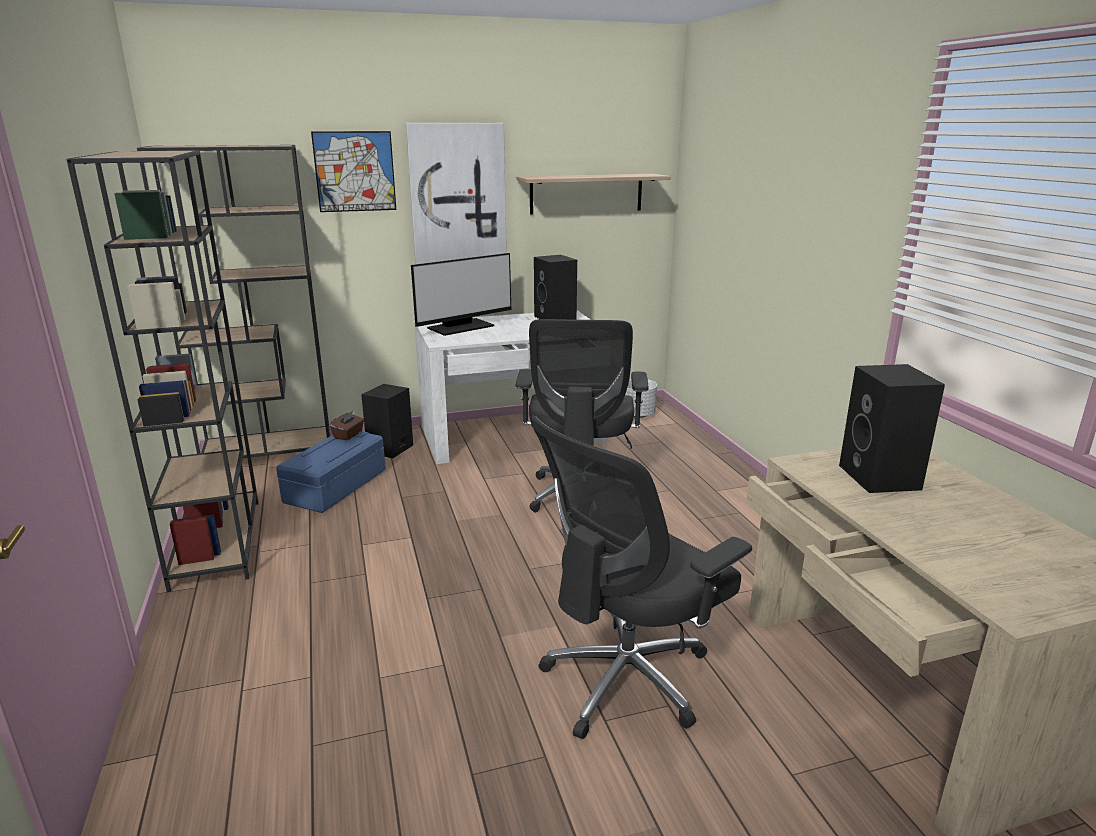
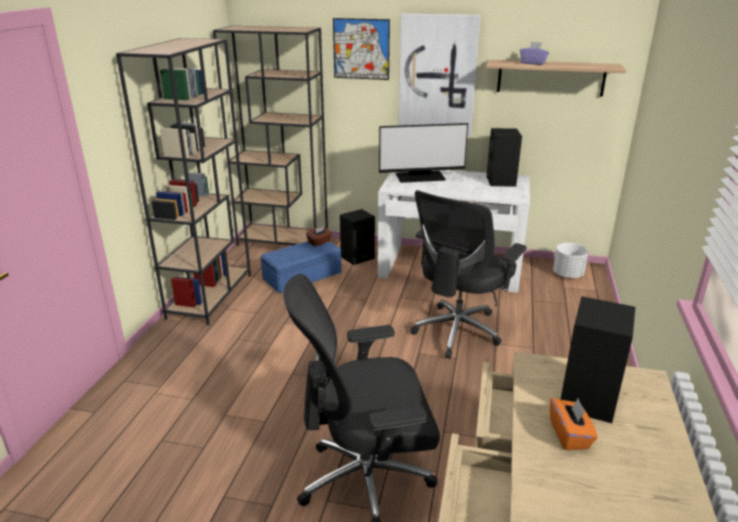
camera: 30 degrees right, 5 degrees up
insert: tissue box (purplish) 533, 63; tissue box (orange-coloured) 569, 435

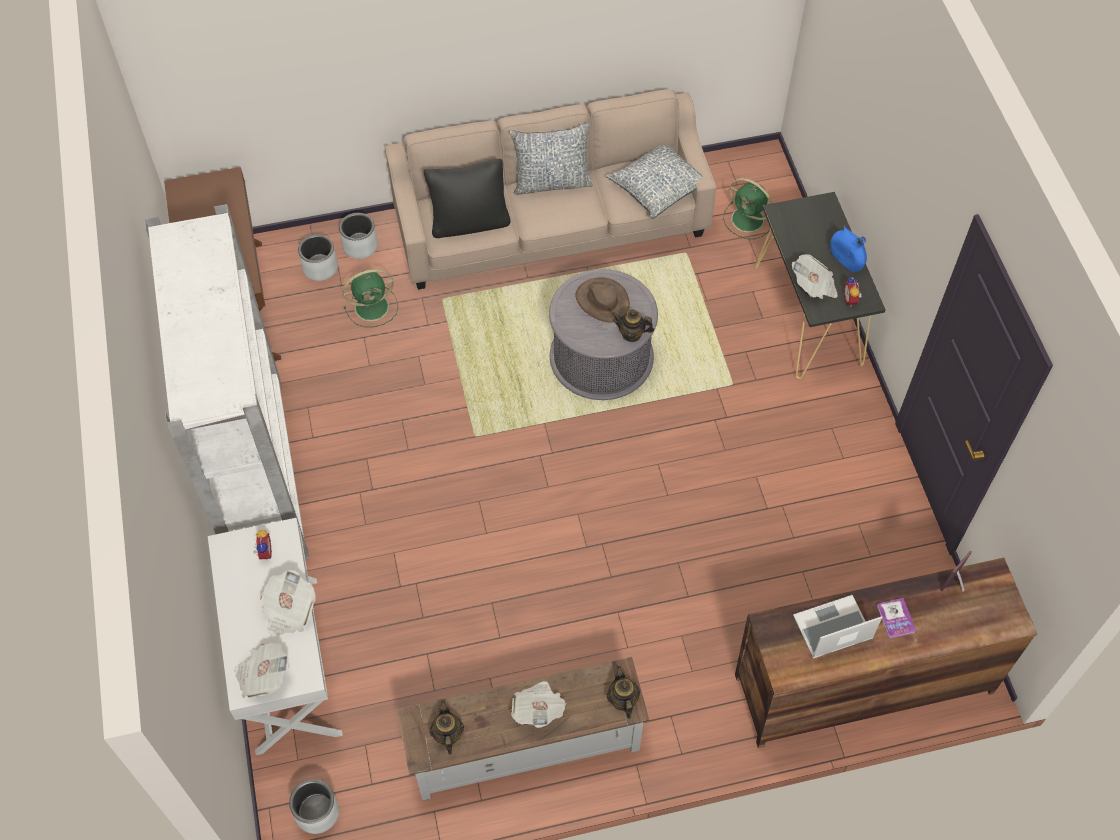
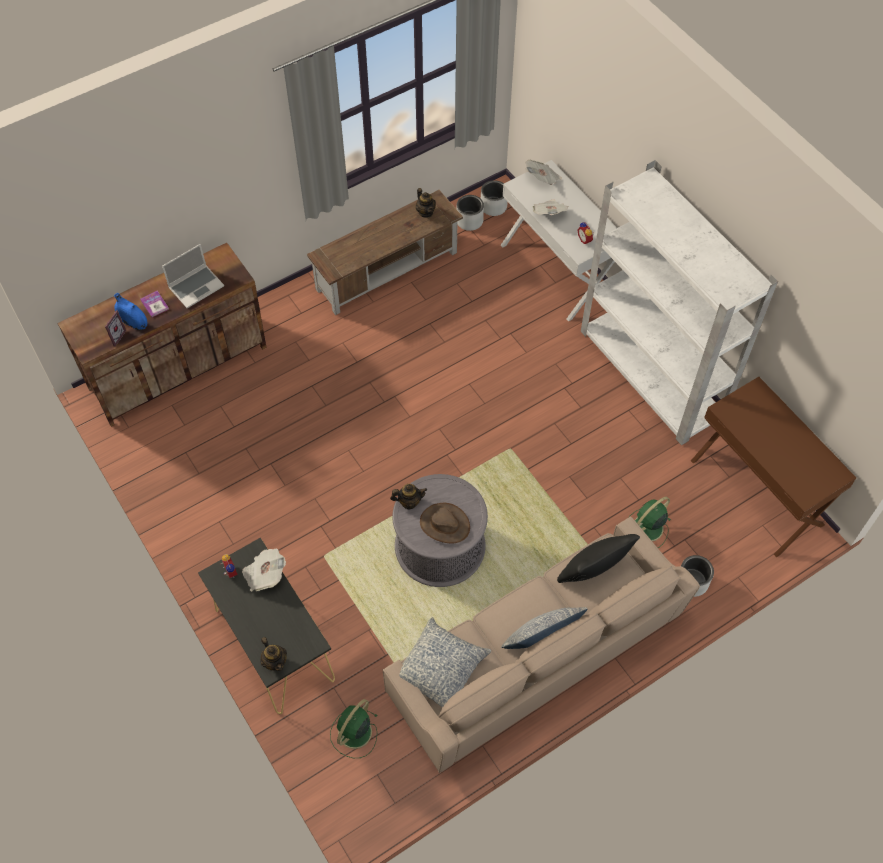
camera: 160 degrees right, 0 degrees up
delete: printed paper 538, 709
move: flower vase (blue-coloured) 845, 259 to 133, 322; pot for tea 622, 700 to 275, 661; plant pot (gray) 320, 267 to 469, 221
rotate: electric fan (green-coloured) 749, 220 = 354, 733 75 degrees counterclockwise

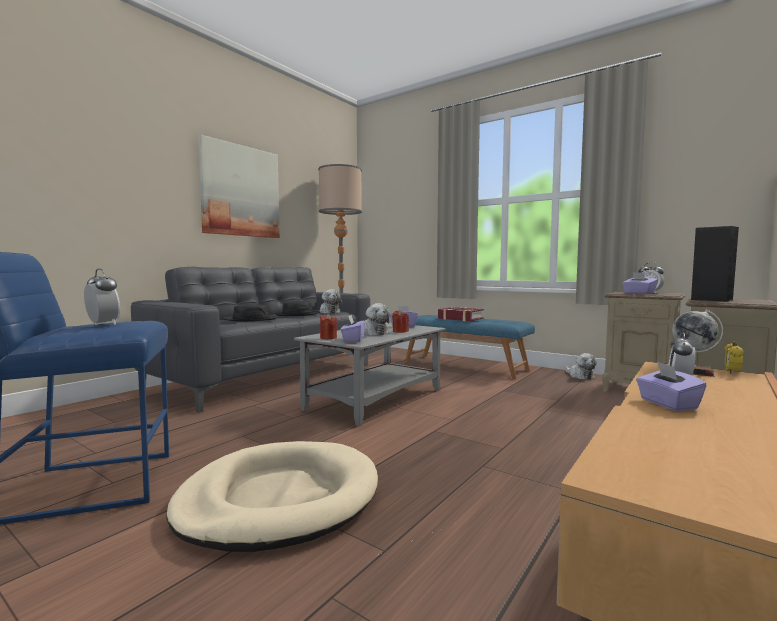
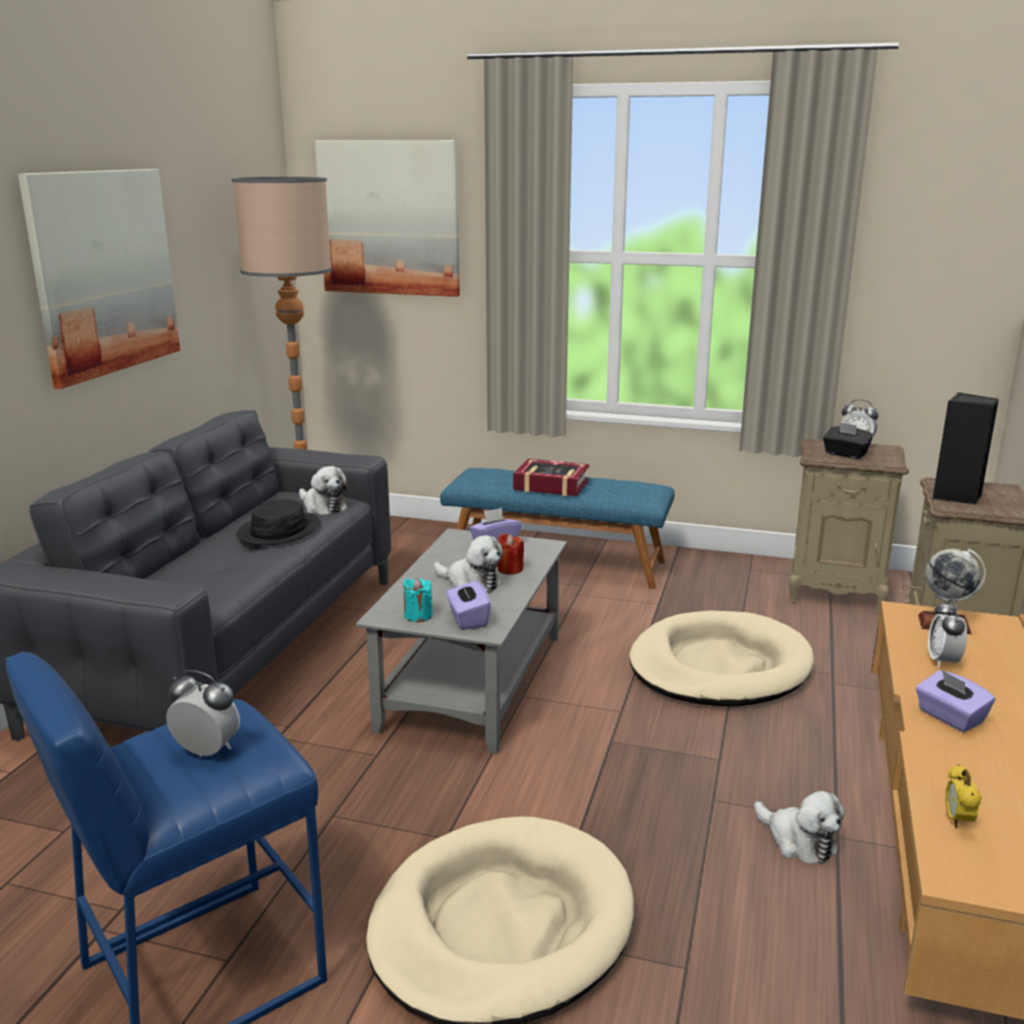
camera: 20 degrees left, 15 degrees up
delete: hat (black-coloured) 251, 319
insert: wall picture 389, 218; pet bed (beige-coloured) 719, 666
move: plush toy 580, 376 to 798, 841; alarm clock 732, 372 to 957, 821
recolor: wax candle (reddish) 328, 338 to wax candle (blue-green) 418, 615; tissue box (purplish) 638, 293 to tissue box (black-coloured) 845, 454

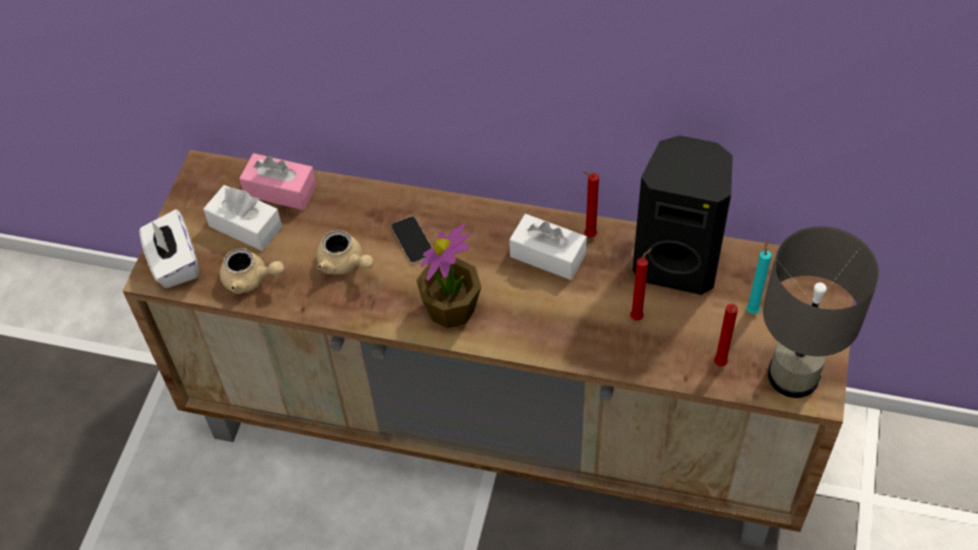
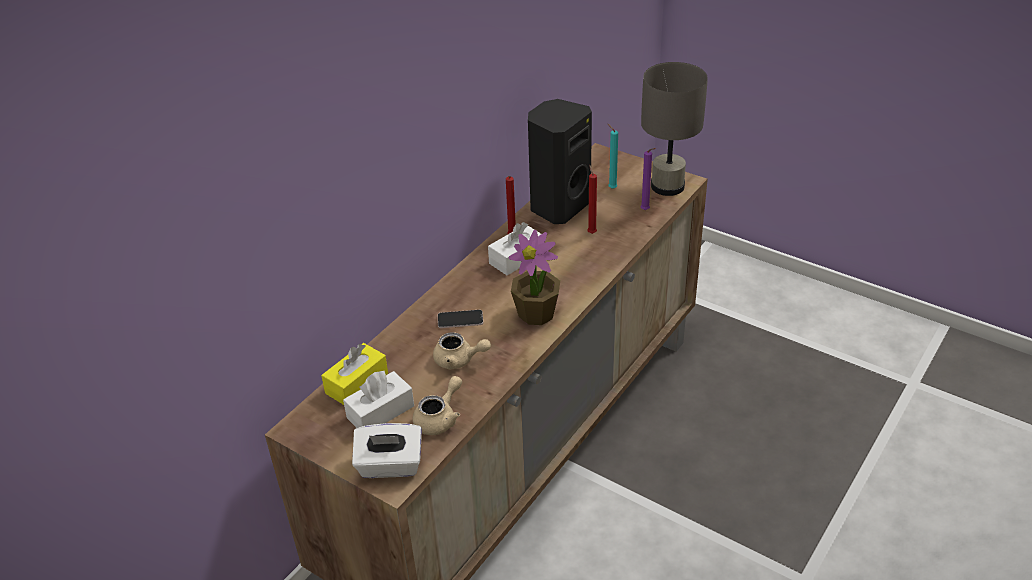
camera: 70 degrees left, 15 degrees down
recolor: tissue box (pink-coloured) 280, 190 to tissue box (yellow-coloured) 357, 383; wax candle (reddish) 719, 365 to wax candle (purplish) 646, 210
rotate: pot for tea (beige-coloured) 345, 264 = 459, 360 45 degrees clockwise

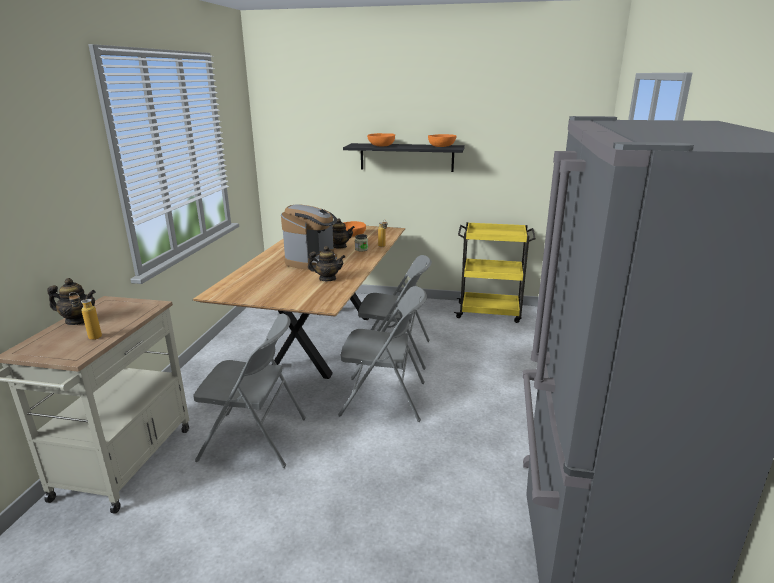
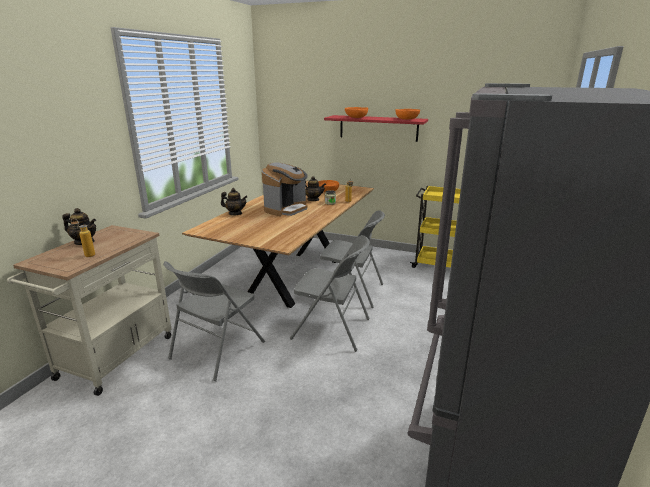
camera: 10 degrees right, 0 degrees up
move: pot for tea 327, 279 to 235, 214
recolor: shelf (black-coloured) 406, 157 to shelf (reddish) 378, 128
rotate: chair (gray) 253, 439 = 217, 350 105 degrees clockwise

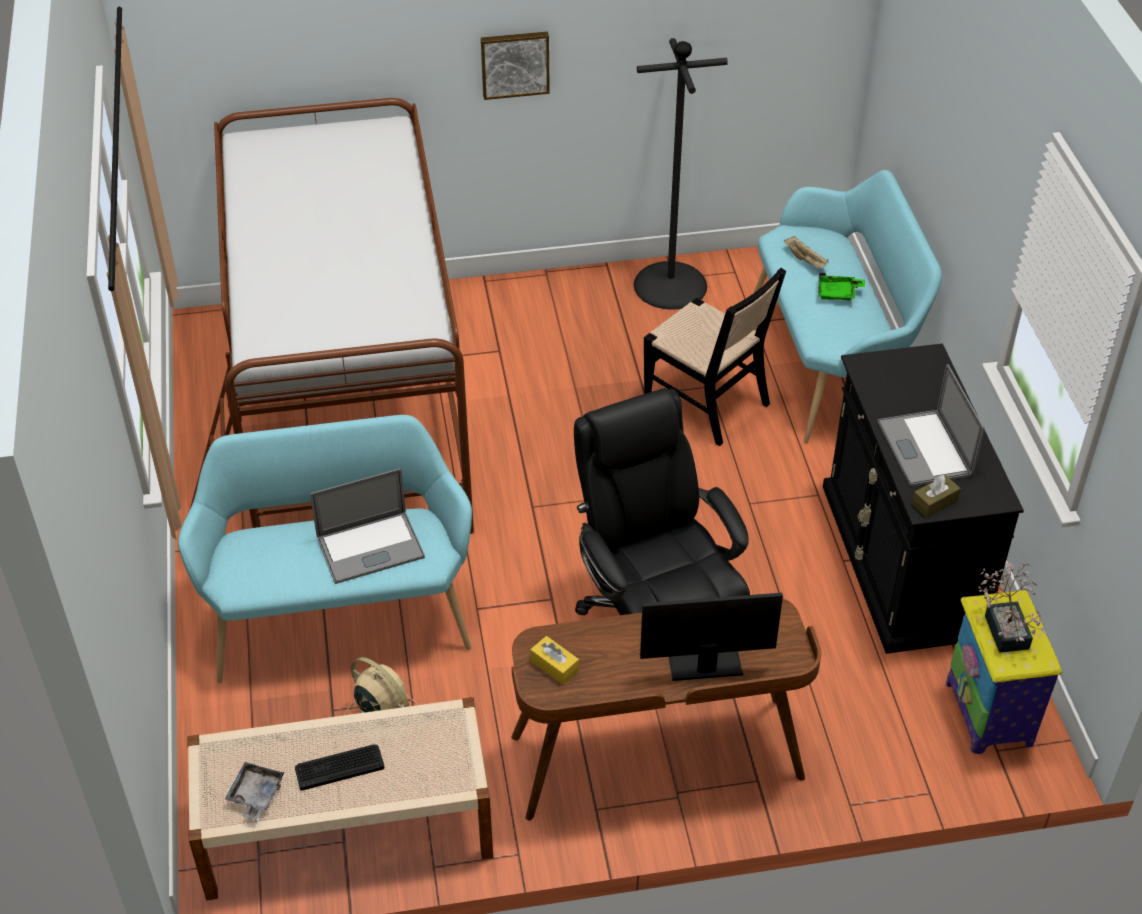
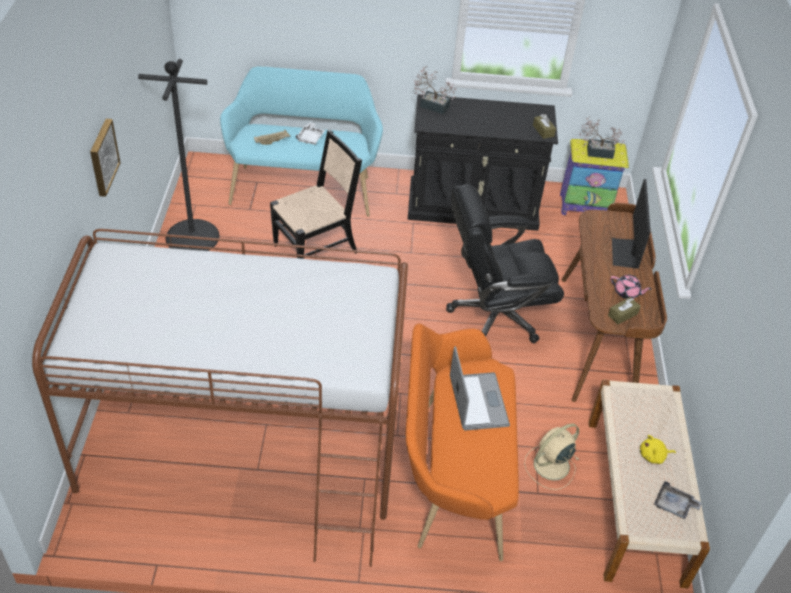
camera: 80 degrees left, 0 degrees up
delete: portable computer 924, 448
insert: potted plant 431, 105; pot for tea (pink-coloured) 627, 293
replace: keyboard 339, 767 to plush toy (yellow-coloured) 653, 456
recolor: serving tray (green-coloured) 838, 293 to serving tray (white-coloured) 310, 138; indoor bench (blue-green) 340, 615 to indoor bench (orange-coloured) 452, 476; tissue box (yellow-coloured) 554, 666 to tissue box (brown) 622, 314

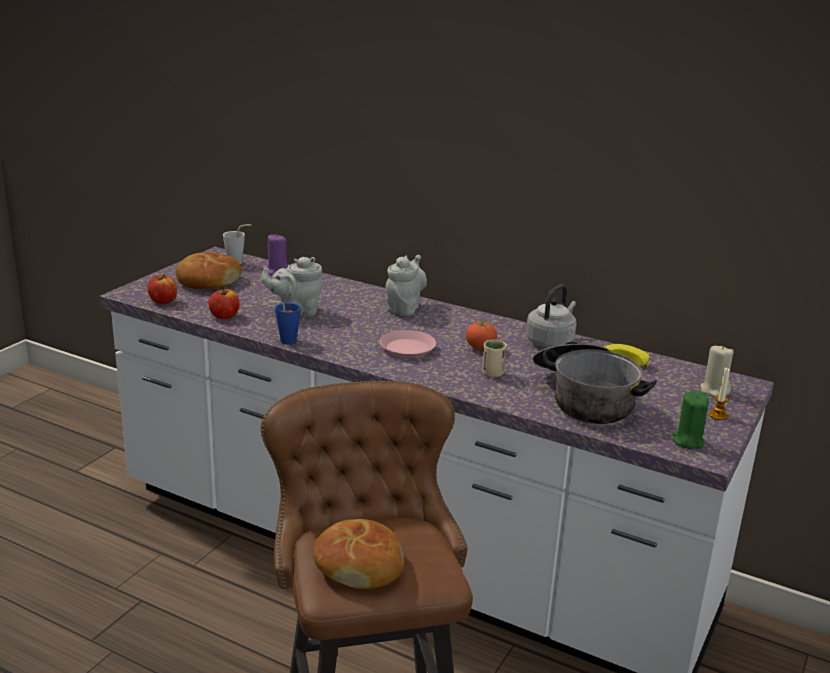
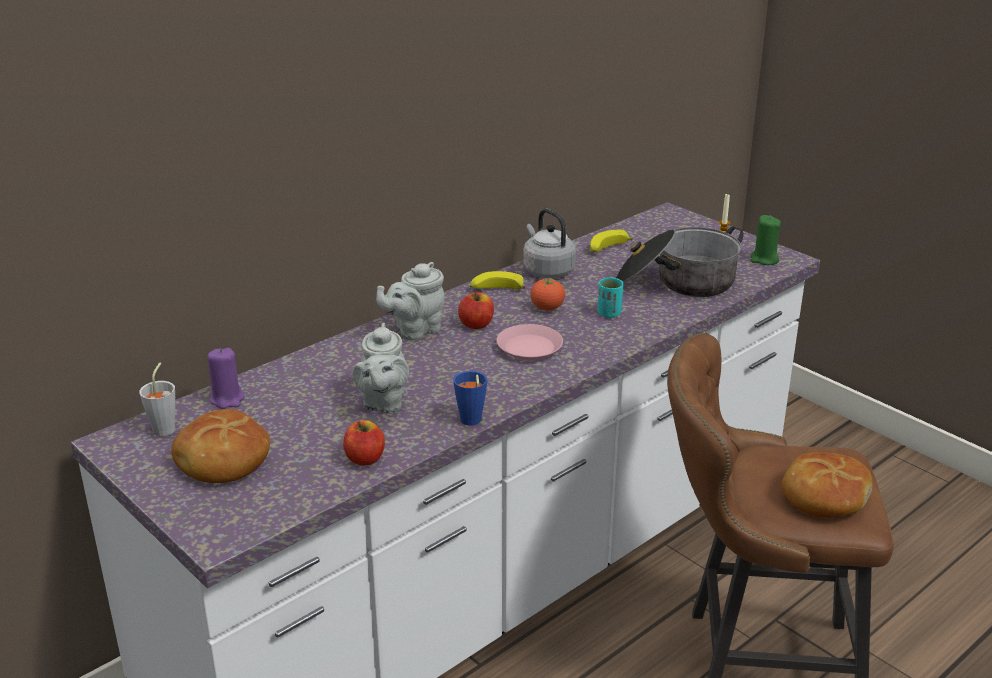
camera: 70 degrees left, 5 degrees up
delete: wax candle (beige-coloured) 714, 390
insert: whole banana 496, 290
move: apple 163, 301 to 476, 324
recolor: small cup (beige-coloured) 492, 373 to small cup (blue-green) 609, 313
rotate: pot for tea (gray) 404, 308 = 414, 330 75 degrees counterclockwise

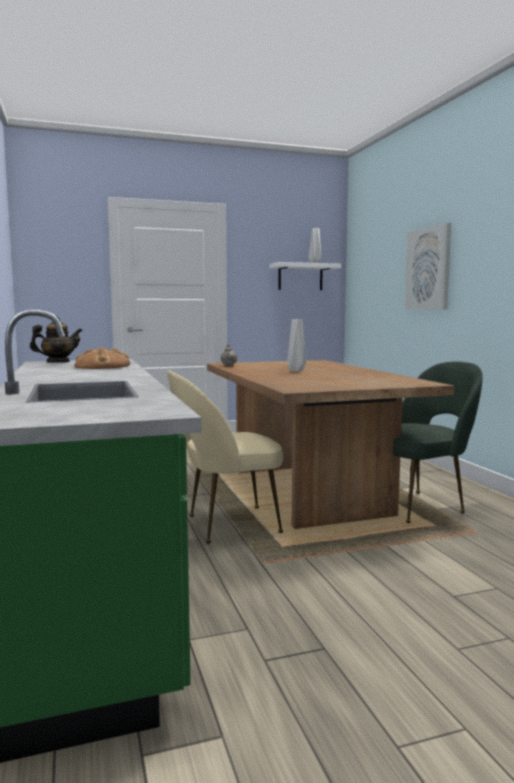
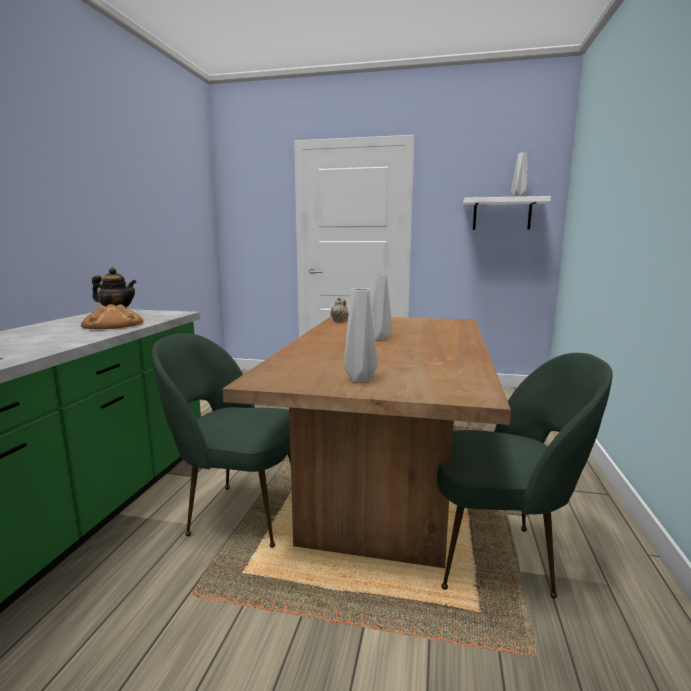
camera: 30 degrees right, 5 degrees up
delete: wall picture 428, 269
insert: flower vase (gray) 359, 379
recolor: chair (beige-coloured) 225, 525 to chair (green-coloured) 237, 513

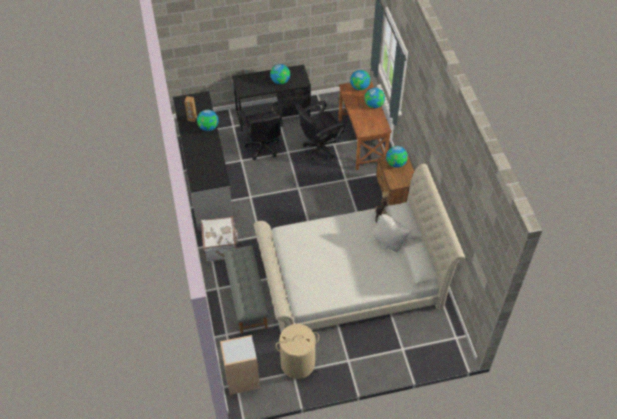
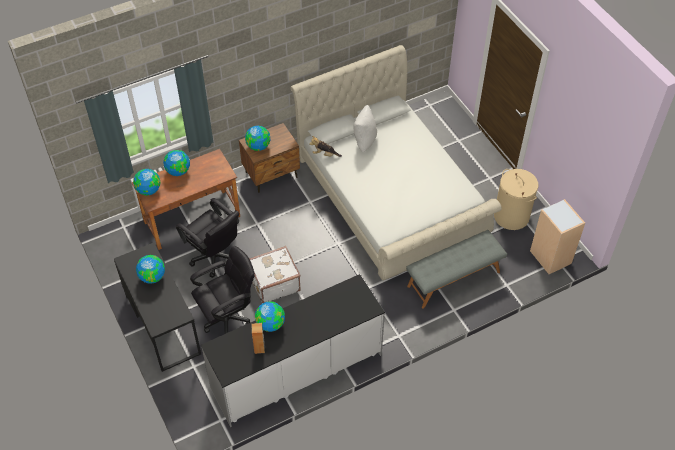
camera: 105 degrees left, 0 degrees up
move: piece of luggage (white-coloured) 221, 246 to 274, 283

